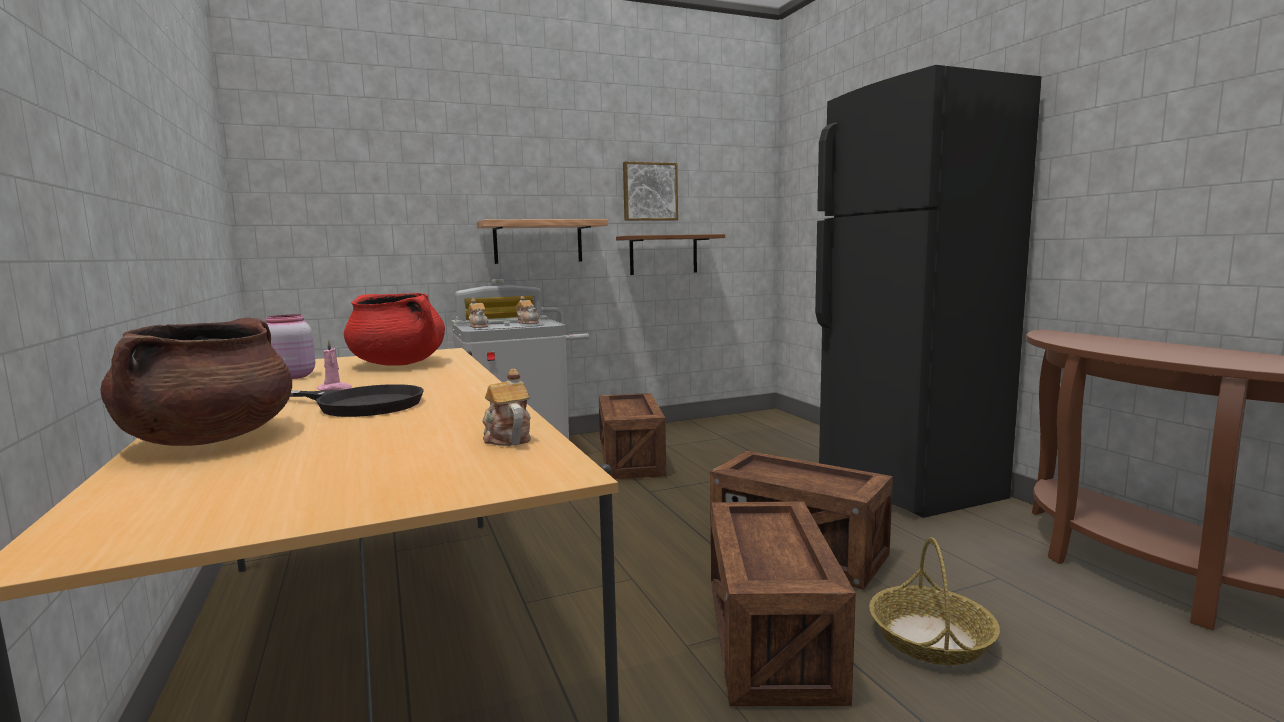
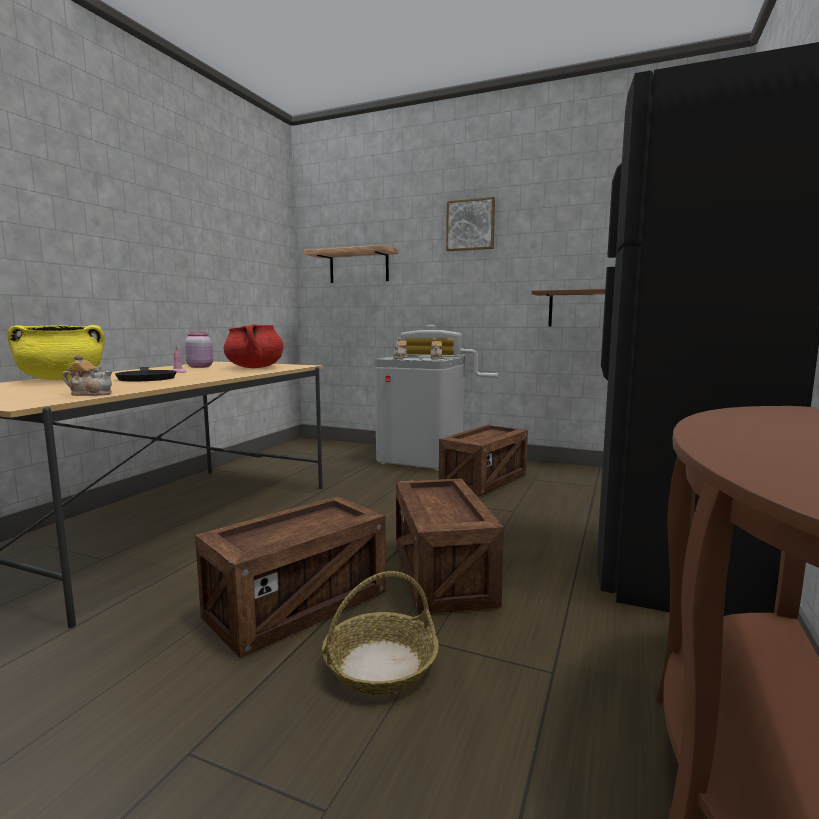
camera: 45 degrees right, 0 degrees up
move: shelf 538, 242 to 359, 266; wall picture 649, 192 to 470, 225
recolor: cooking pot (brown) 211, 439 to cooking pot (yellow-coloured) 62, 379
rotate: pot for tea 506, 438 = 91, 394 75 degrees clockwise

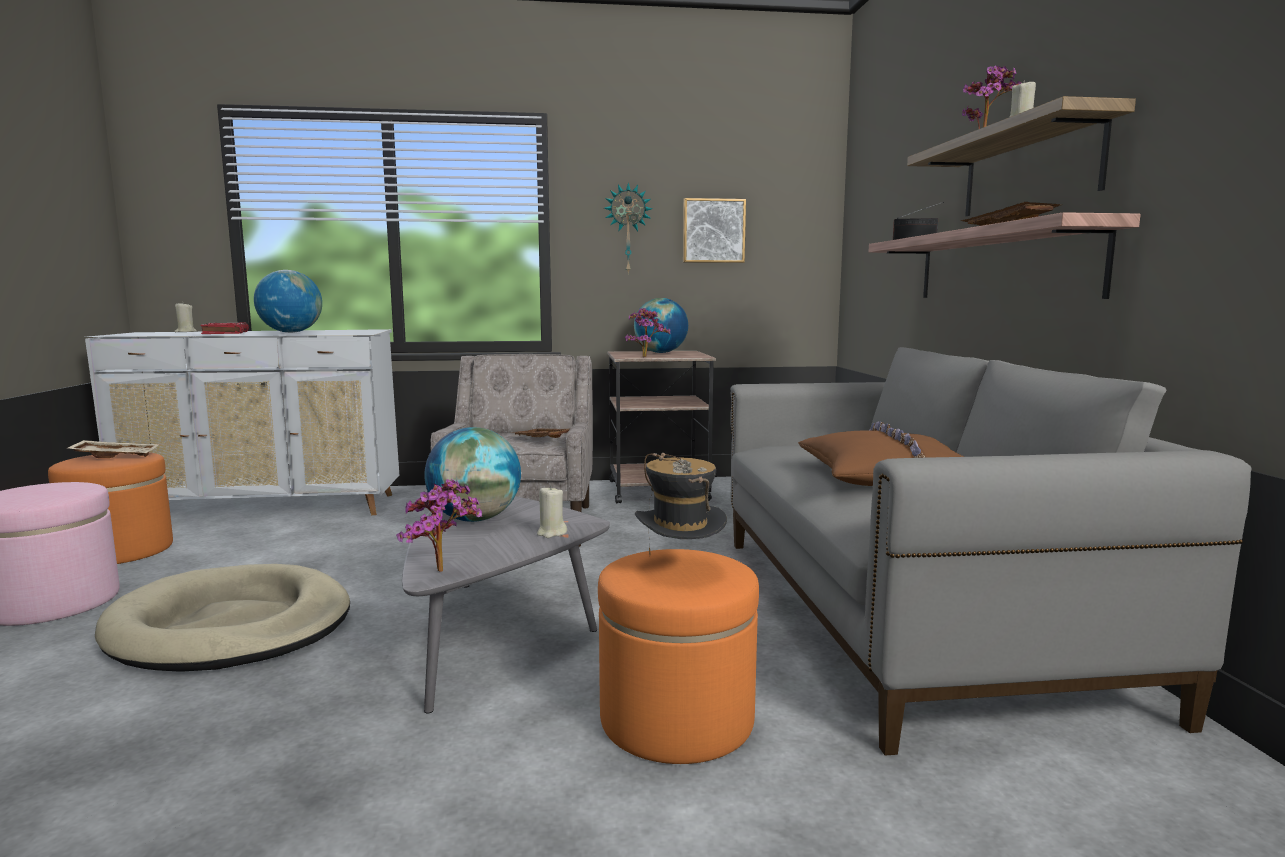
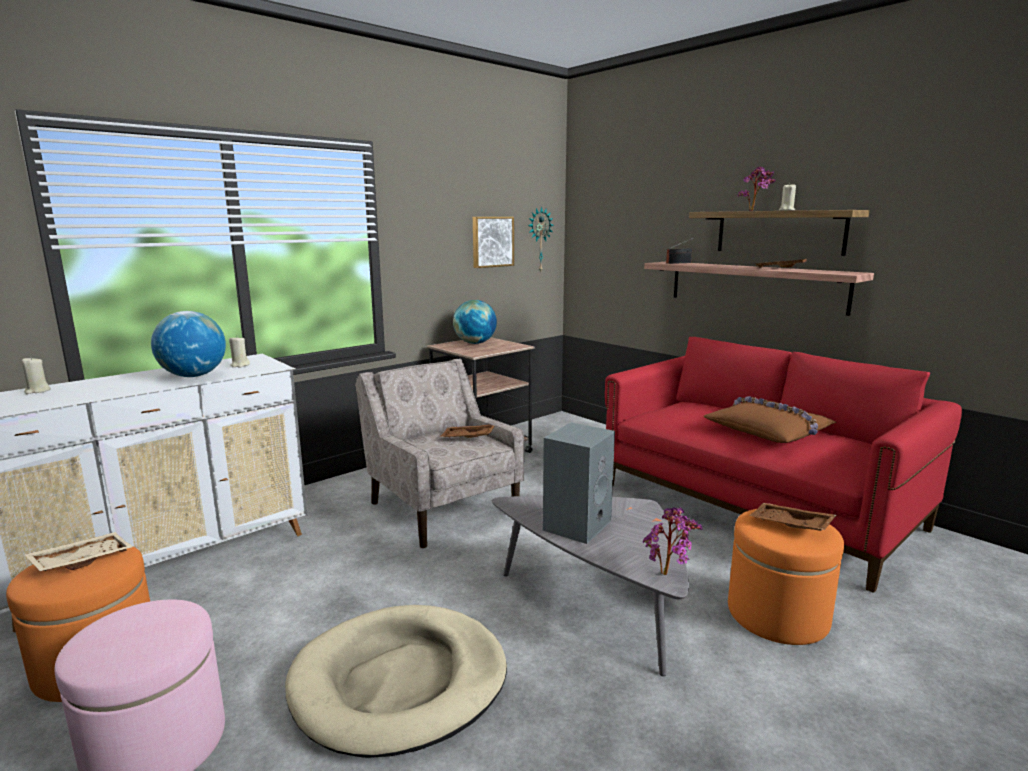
camera: 35 degrees left, 5 degrees up
delete: bound book (reddish) 225, 333; potted plant 645, 357
move: wax candle (beige-coloured) 551, 533 to 240, 365; hanging clock 627, 229 to 539, 240
replace: globe 475, 519 to speaker (gray) 577, 524; hat 679, 569 to serving tray (brown) 790, 526
recolor: sofa (gray) 903, 614 to sofa (reddish) 755, 506

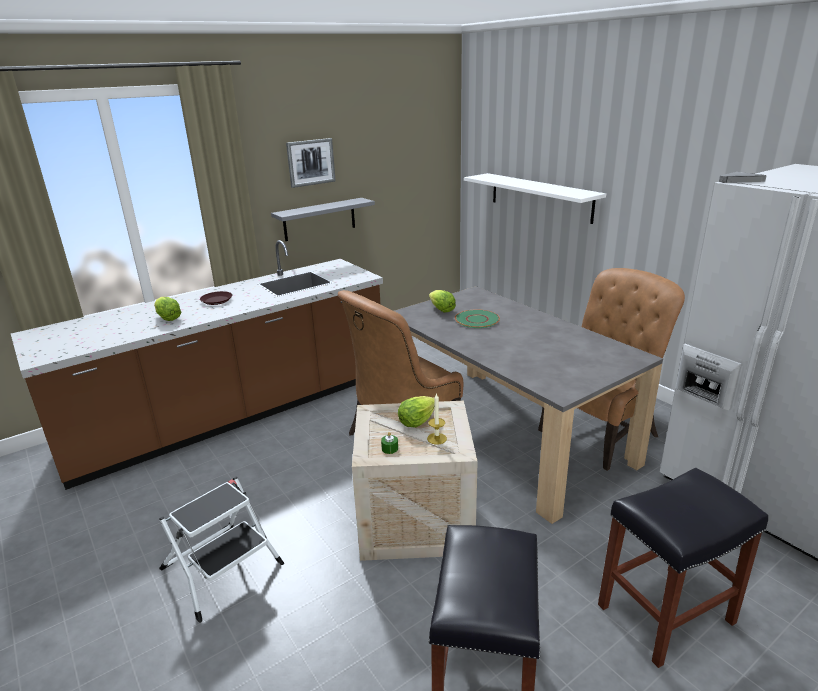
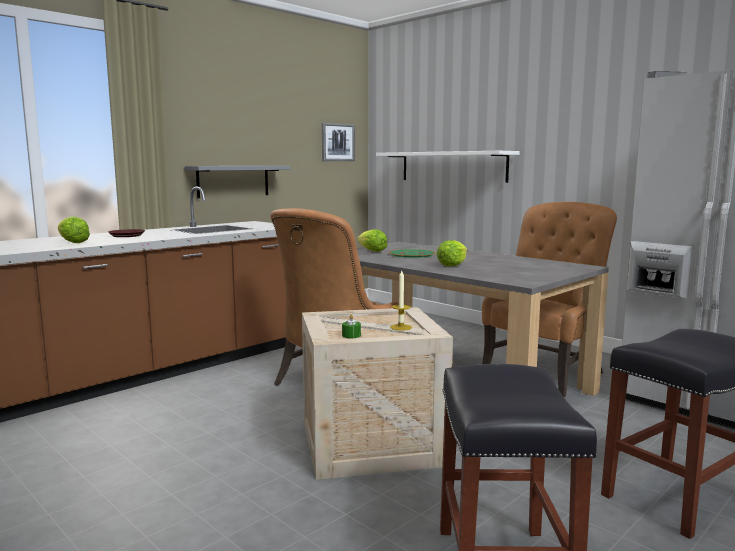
camera: 10 degrees left, 15 degrees down
delete: step stool 220, 569
move: wall picture 310, 162 to 337, 142; head of lettuce 416, 421 to 452, 265

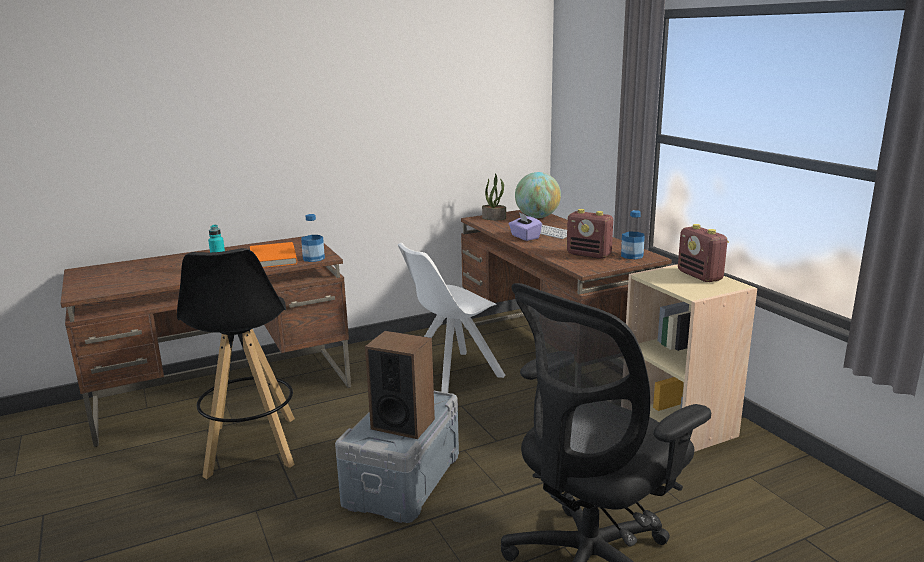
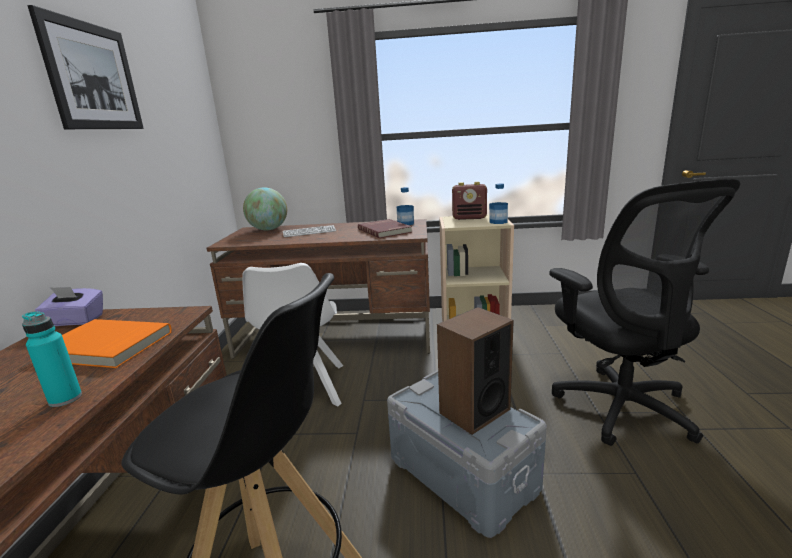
camera: 60 degrees left, 0 degrees up
delete: potted plant 494, 218
insert: wall picture 93, 77
move: tissue box (purplish) 524, 237 to 76, 321; beverage bottle 313, 258 to 498, 222
replace: radio set 589, 255 to bound book (reddish) 385, 230

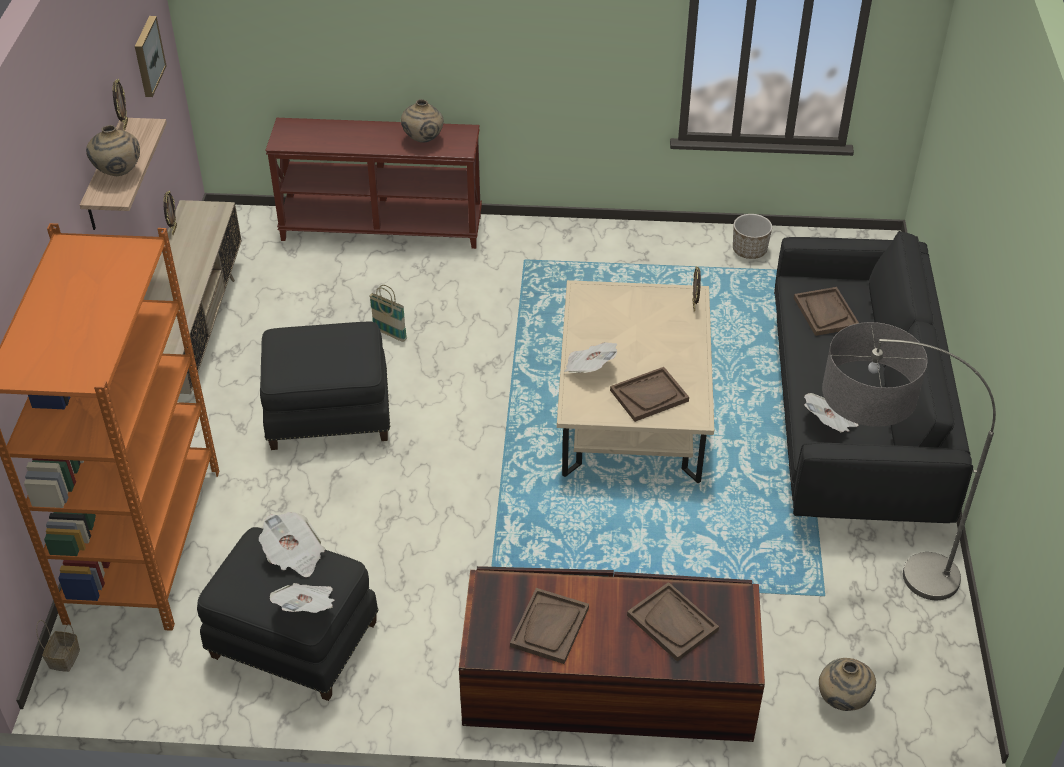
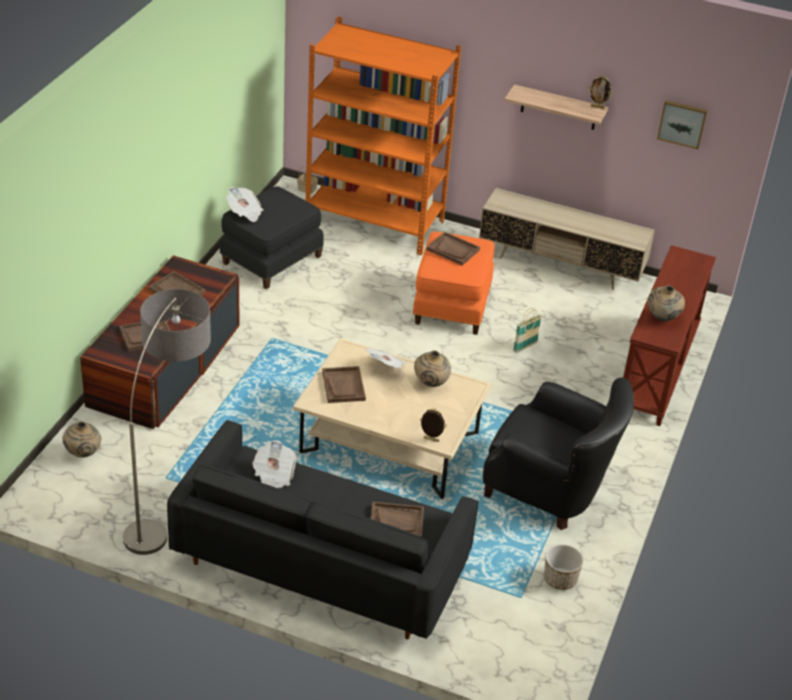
camera: 105 degrees right, 5 degrees down
delete: picture frame 174, 230; printed paper 294, 555
insert: serving tray (brown) 453, 250; easy chair (black-coloured) 550, 489
move: flower vase (beige-coloured) 118, 174 to 431, 383
recolor: pouffe (black-coloured) 329, 415 to pouffe (orange-coloured) 451, 304

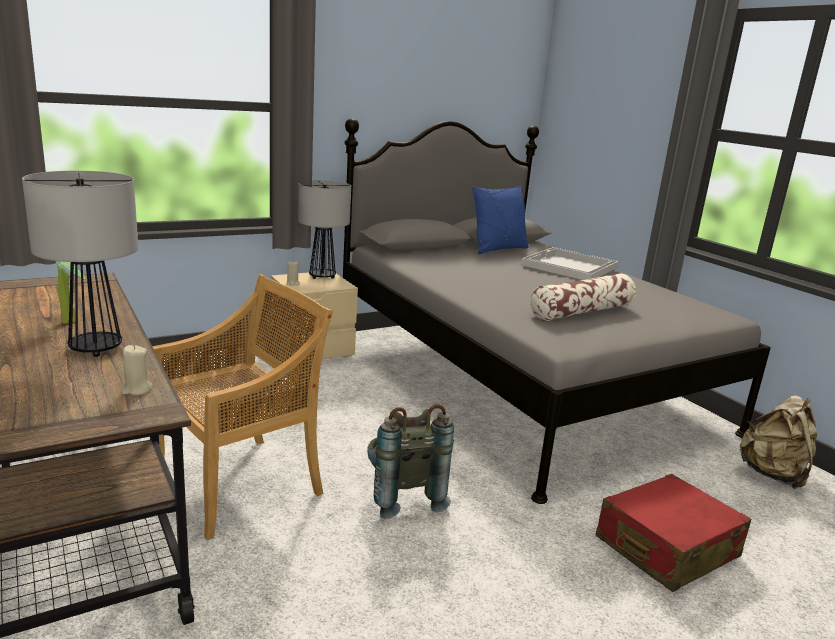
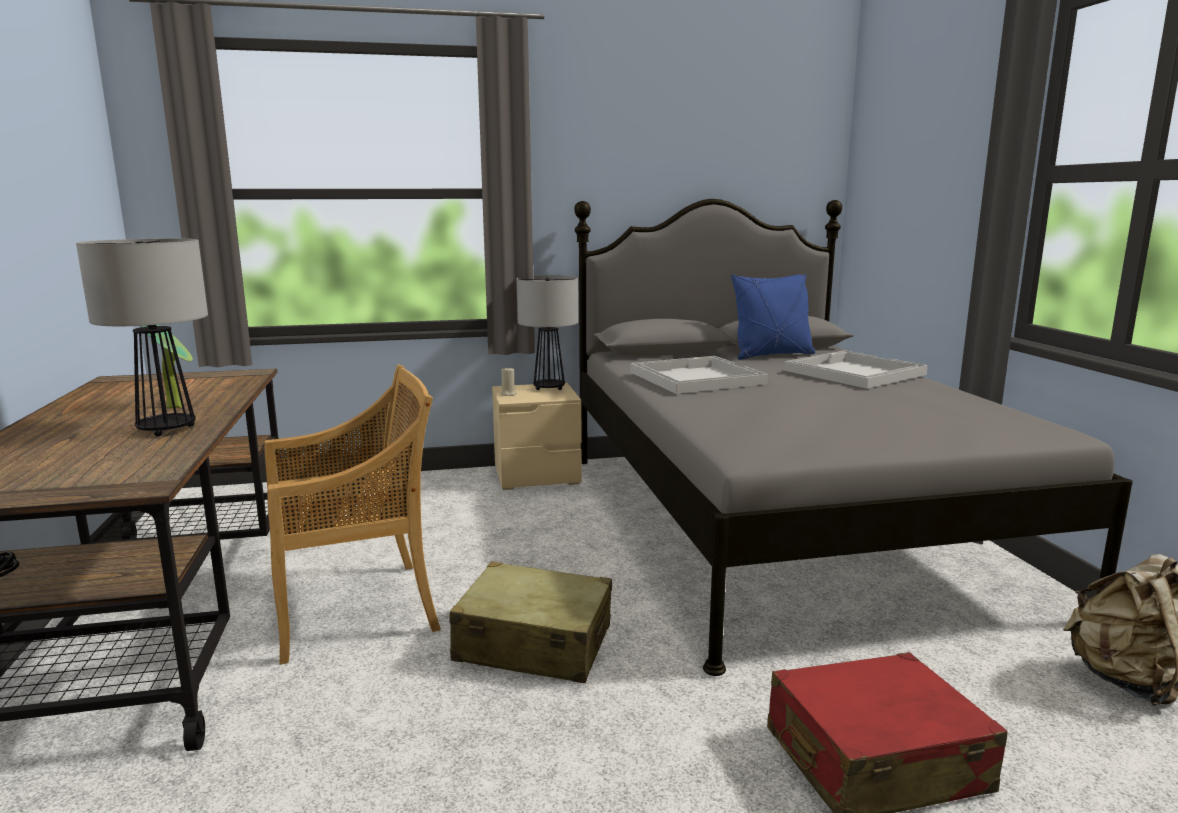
camera: 20 degrees right, 5 degrees down
delete: wax candle (beige-coloured) 136, 389; pillow 582, 312
insert: serving tray (white-coloured) 695, 378
replace: rucksack (gray) 402, 496 to piece of luggage (beige-coloured) 534, 644

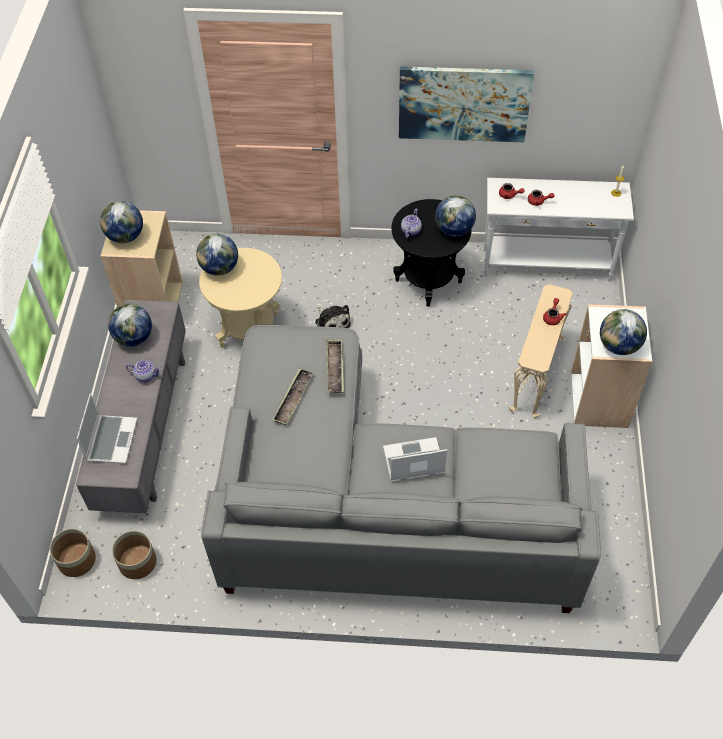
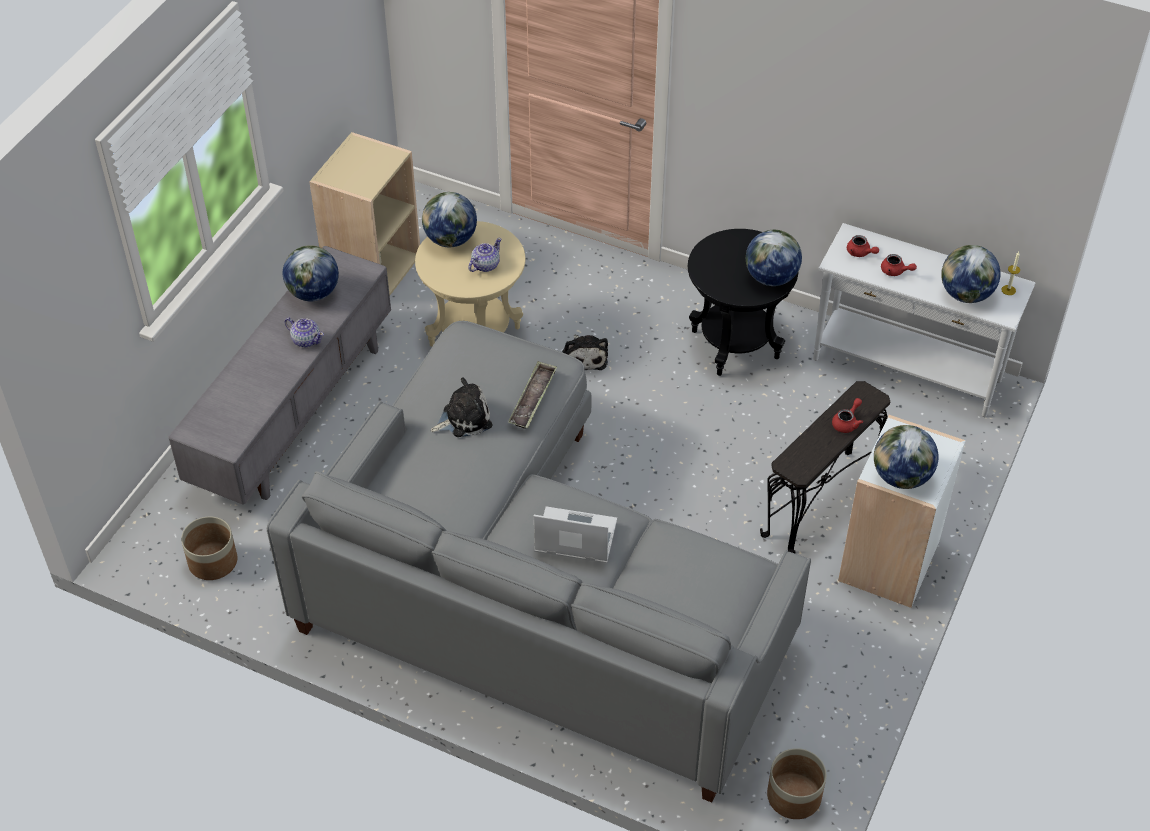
camera: 20 degrees right, 5 degrees down
delete: portable computer 111, 439; wall picture 464, 103
move: pot for tea 410, 231 to 485, 265; plant pot 77, 560 to 794, 796; globe 125, 236 to 965, 294
replace: serving tray 293, 399 to plush toy 464, 418
recolor: end table (beige-coloured) 536, 374 to end table (black-coloured) 819, 502

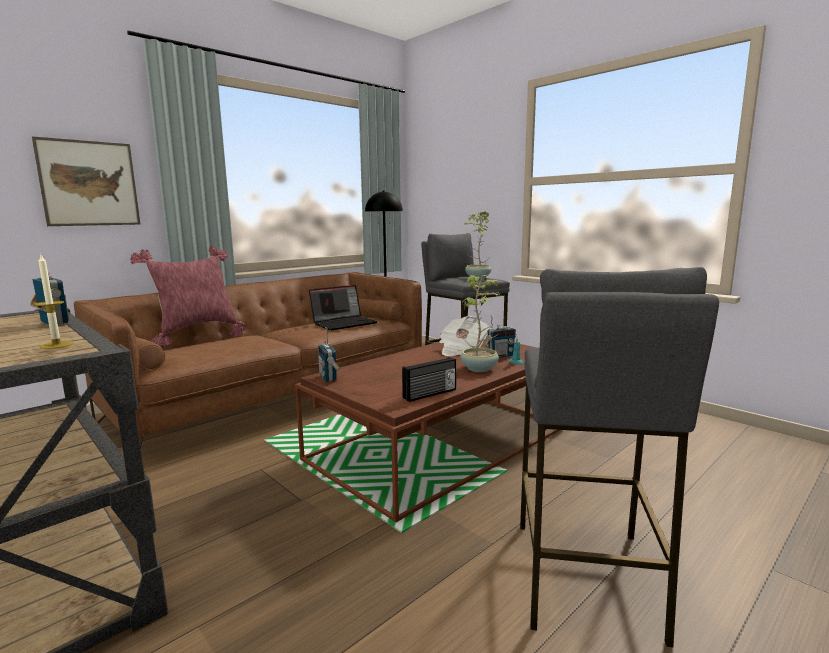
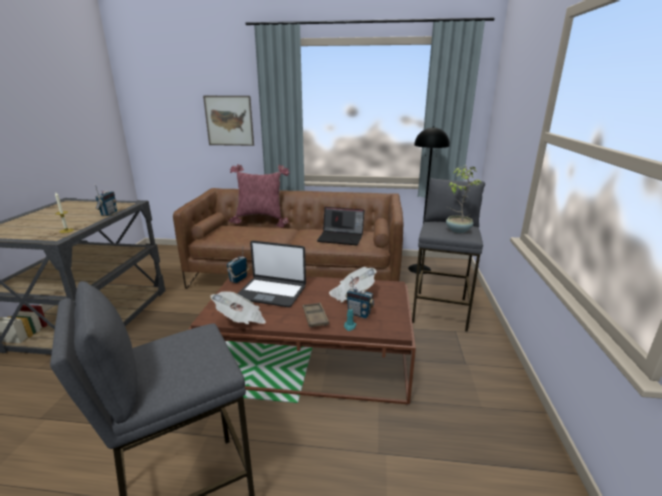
camera: 50 degrees right, 10 degrees up
insert: portable computer 271, 292
replace: radio set 430, 394 to printed paper 241, 320; potted plant 480, 369 to serving tray (brown) 315, 317

